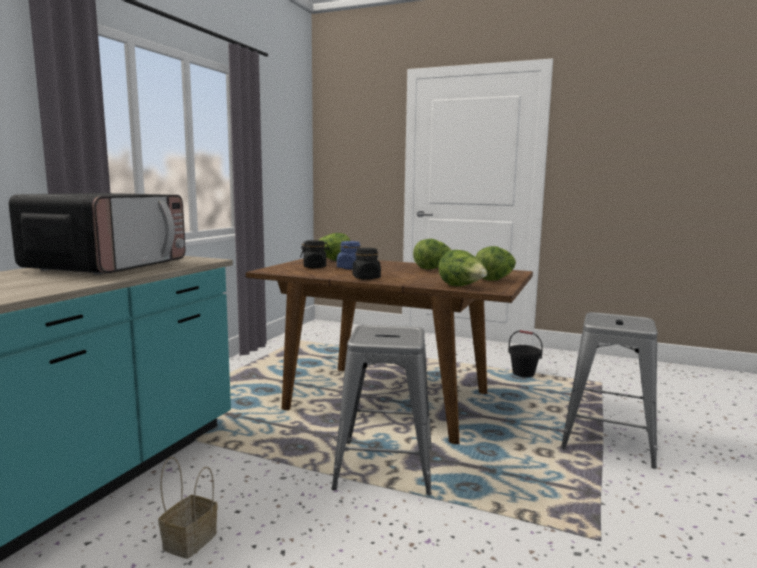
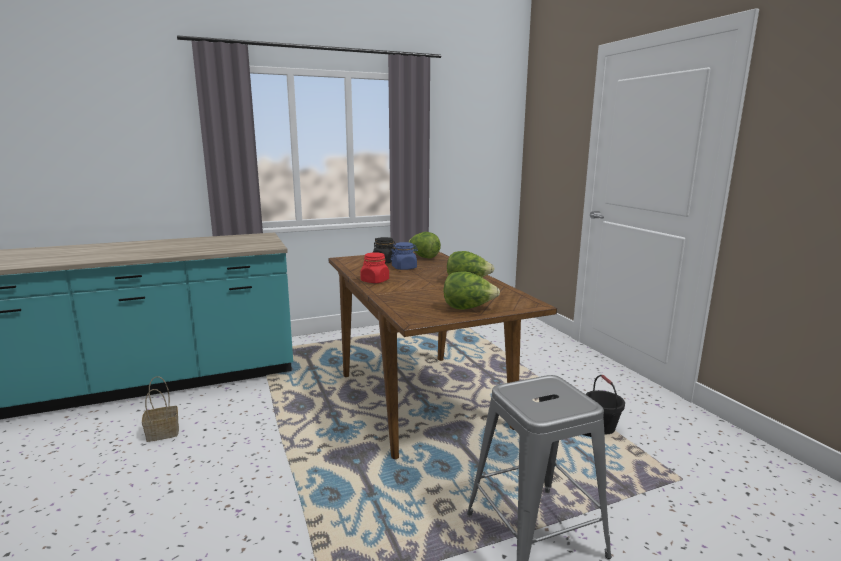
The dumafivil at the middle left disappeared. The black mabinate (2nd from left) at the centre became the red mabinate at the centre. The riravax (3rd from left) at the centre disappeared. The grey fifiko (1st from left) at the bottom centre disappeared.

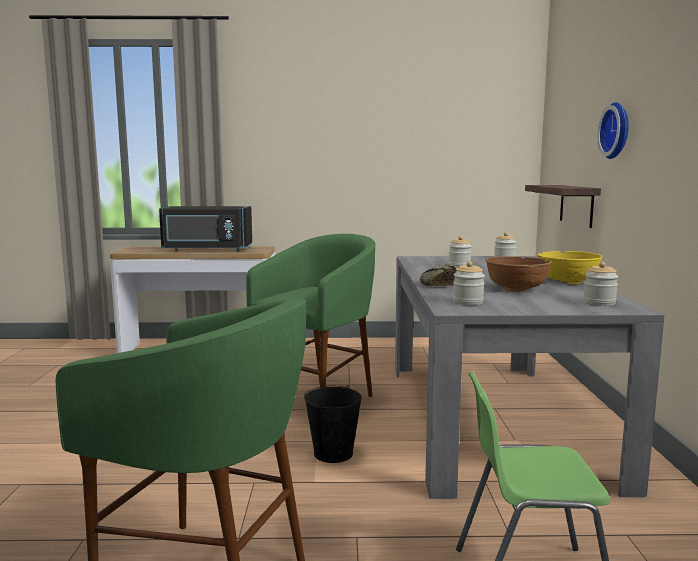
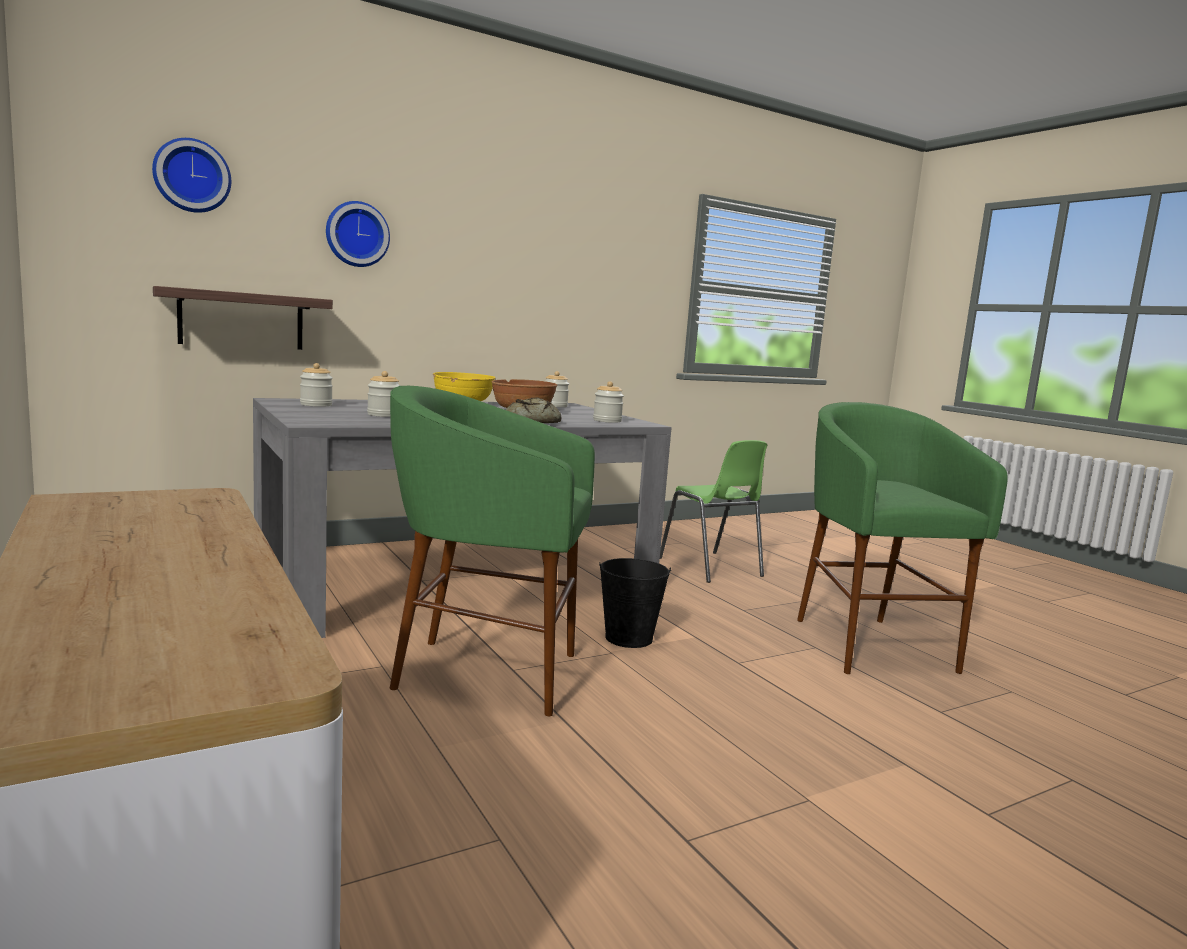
The black dumafivil at the middle left disappeared. The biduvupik (1st from left) at the top left appeared.

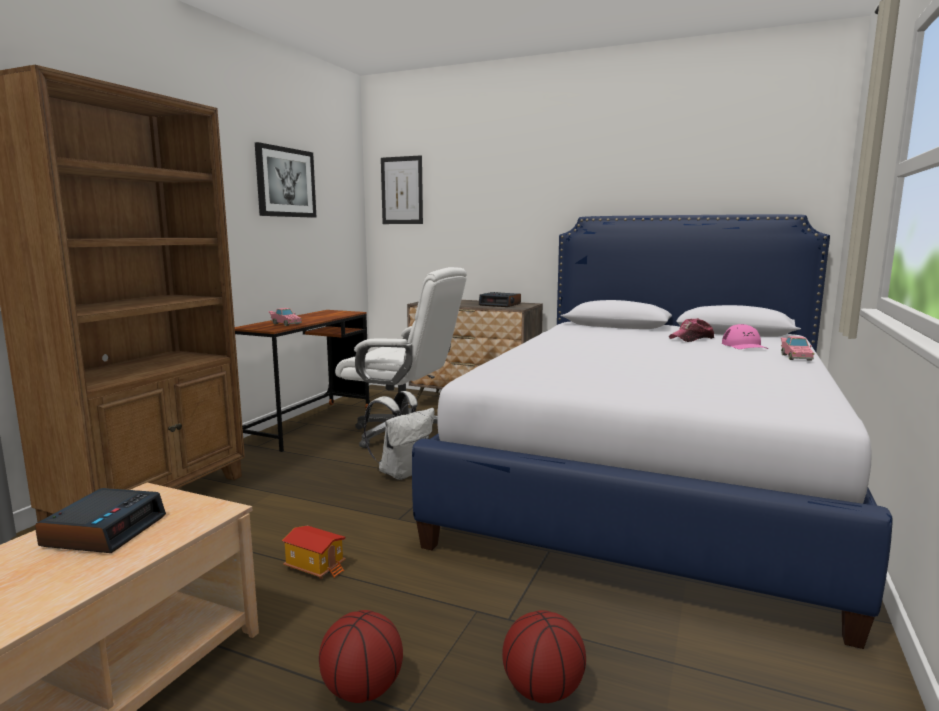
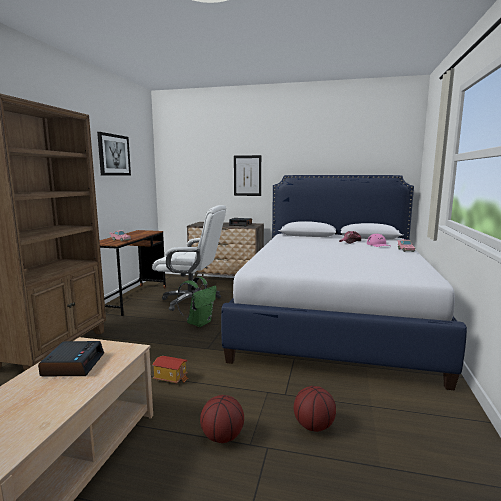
The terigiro (2nd from left) moved from the top centre to the centre. The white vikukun at the centre became the green vikukun at the centre.

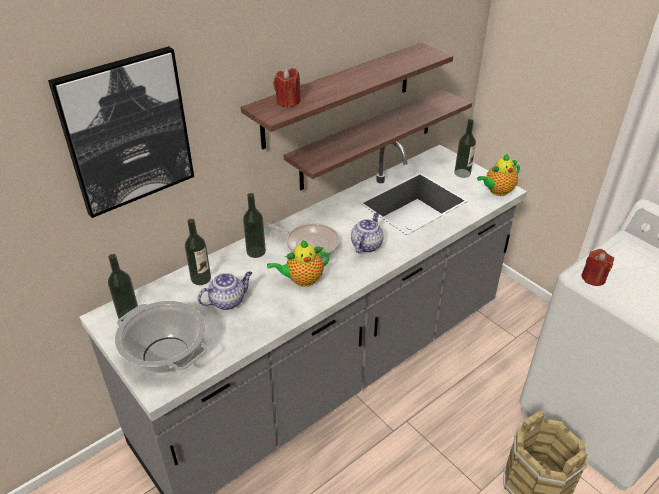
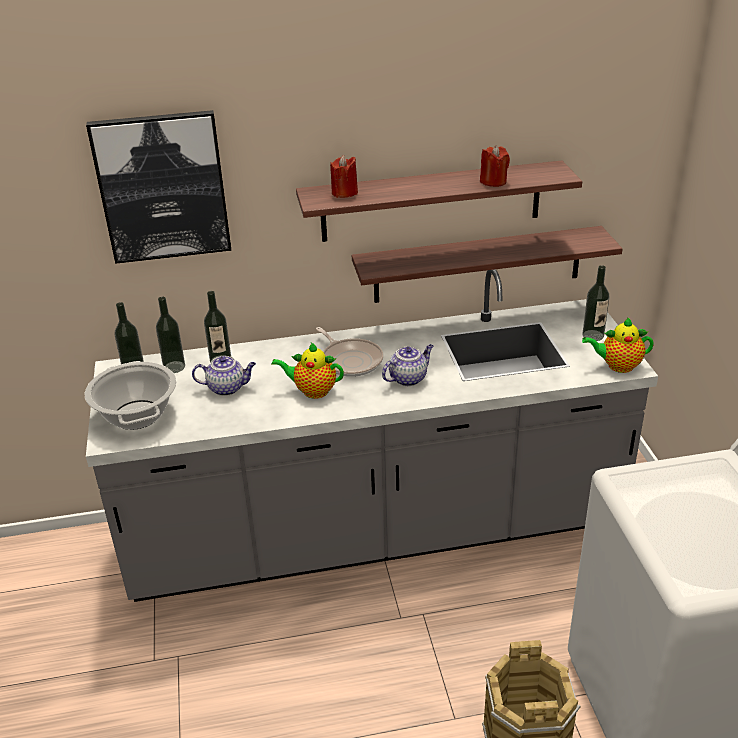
The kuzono (3rd from left in the first image) moved from the centre to the middle left. The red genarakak (2nd from left) moved from the middle right to the top right.

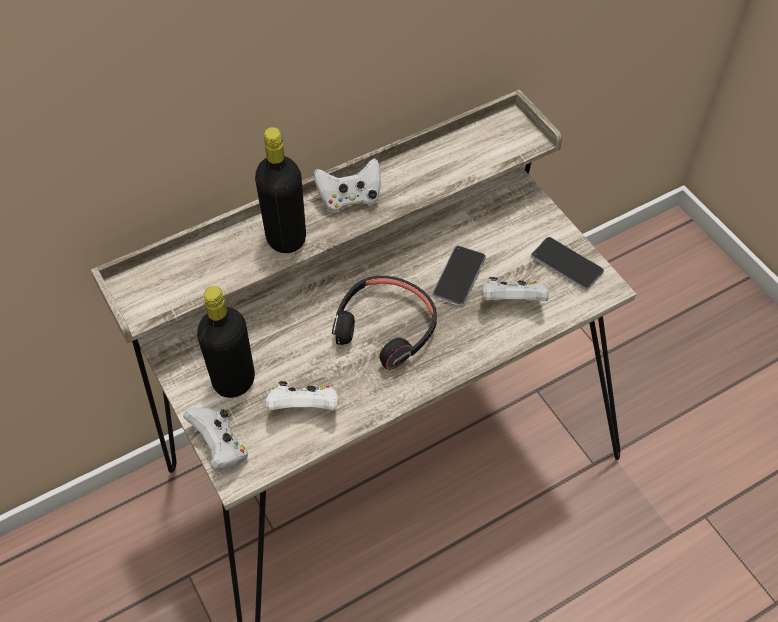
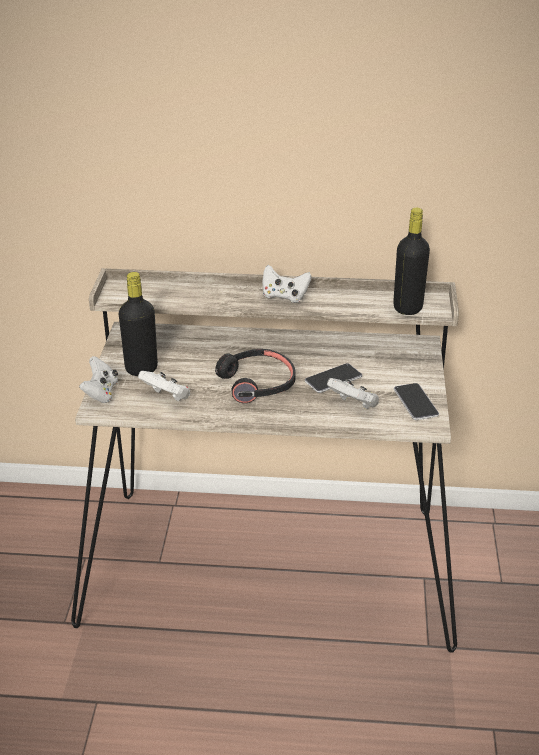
The black kuzono (2nd from left) moved from the top centre to the middle right.

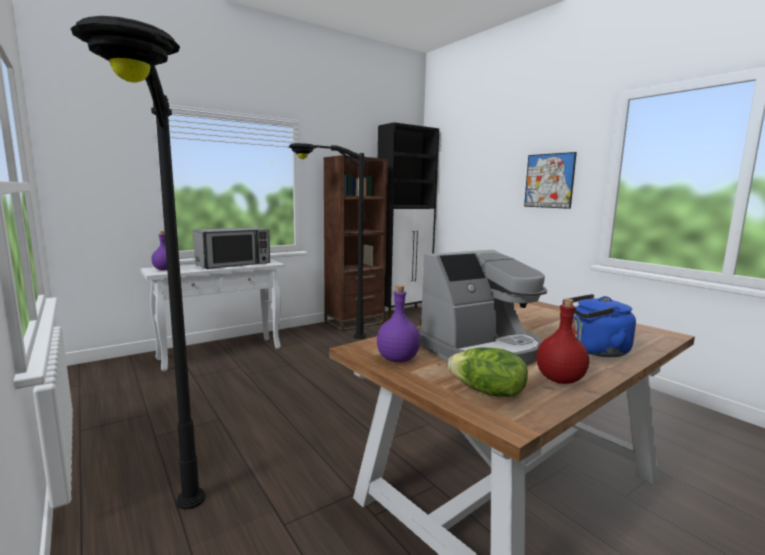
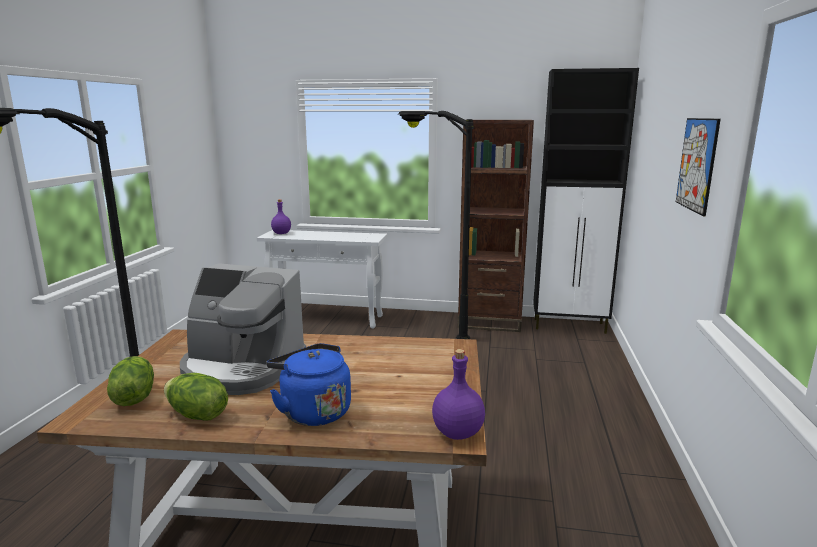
The dumafivil at the middle left disappeared. The purple kuzono (2nd from left) moved from the centre to the bottom centre. The red kuzono at the middle right was replaced by the riravax (2nd from left) at the bottom left.

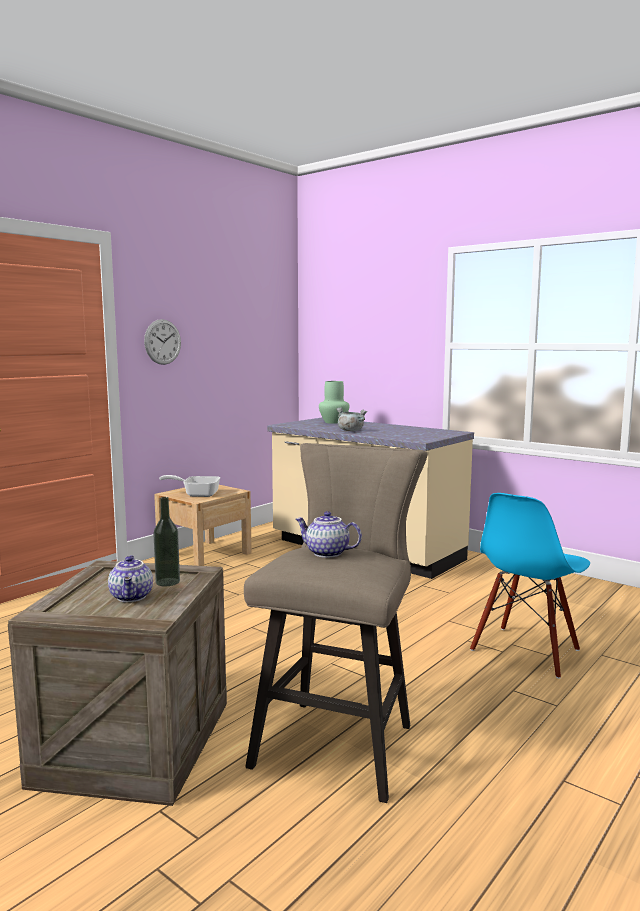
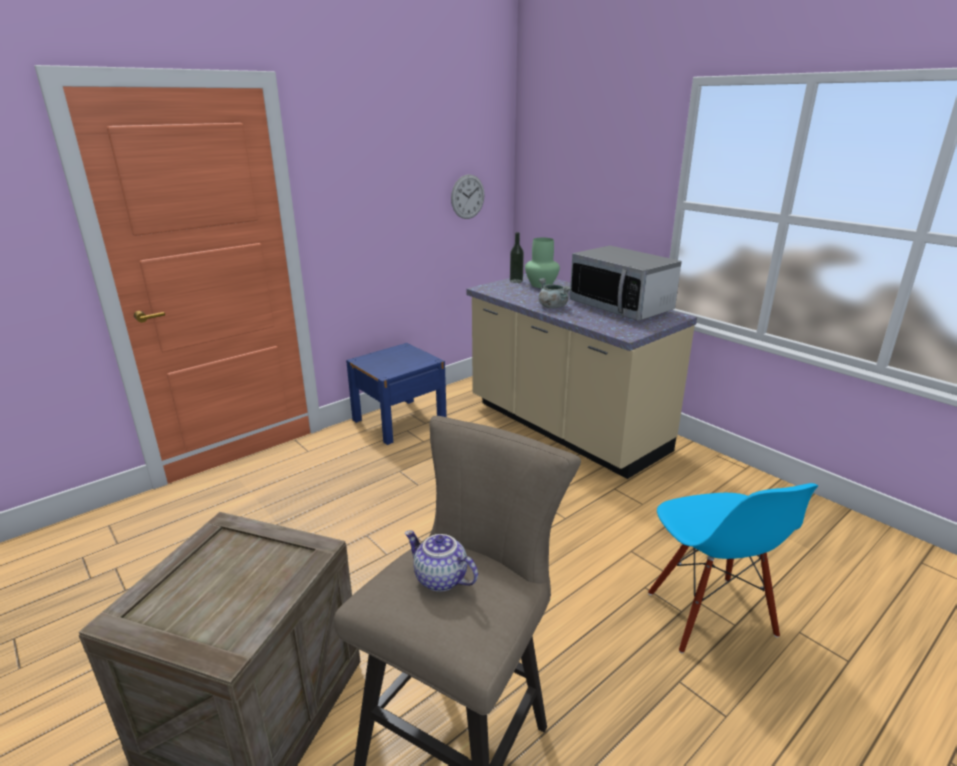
The biduvupik moved from the middle left to the top centre. The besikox at the middle left disappeared. The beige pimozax at the middle left became the blue pimozax at the centre. The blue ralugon at the middle right turned 60 degrees counterclockwise. The kuzono moved from the middle left to the centre. The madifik (1st from left) at the middle left disappeared. The dumafivil at the centre appeared.

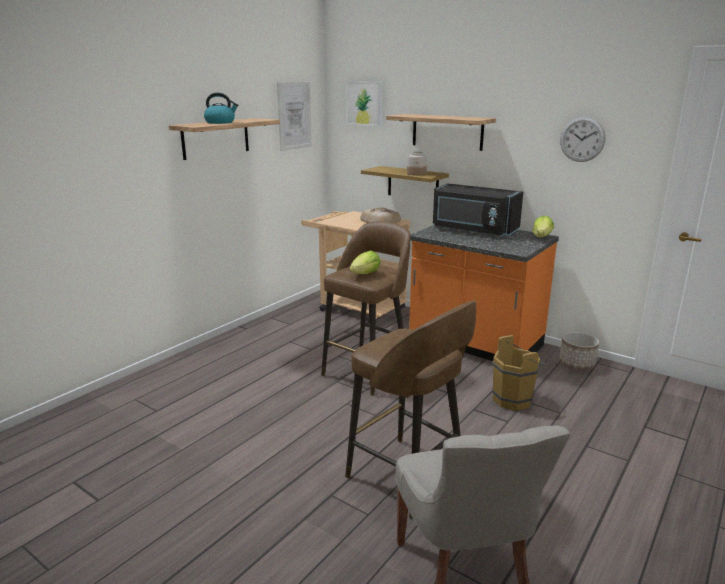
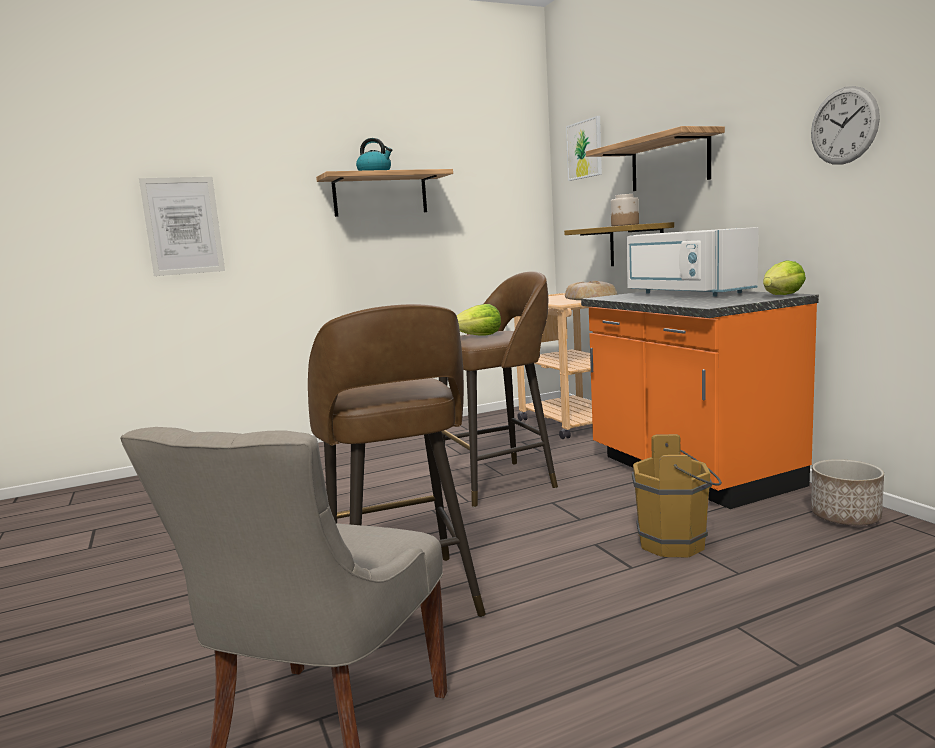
The terigiro (1st from left) moved from the top centre to the top left. The black dumafivil at the centre became the white dumafivil at the middle right.

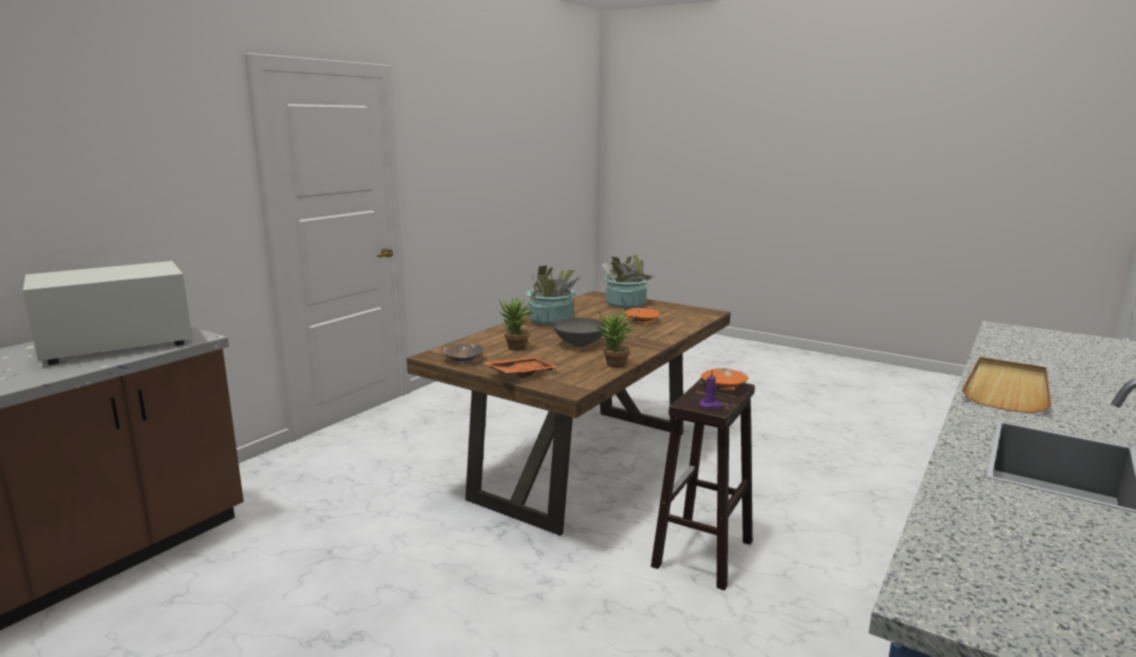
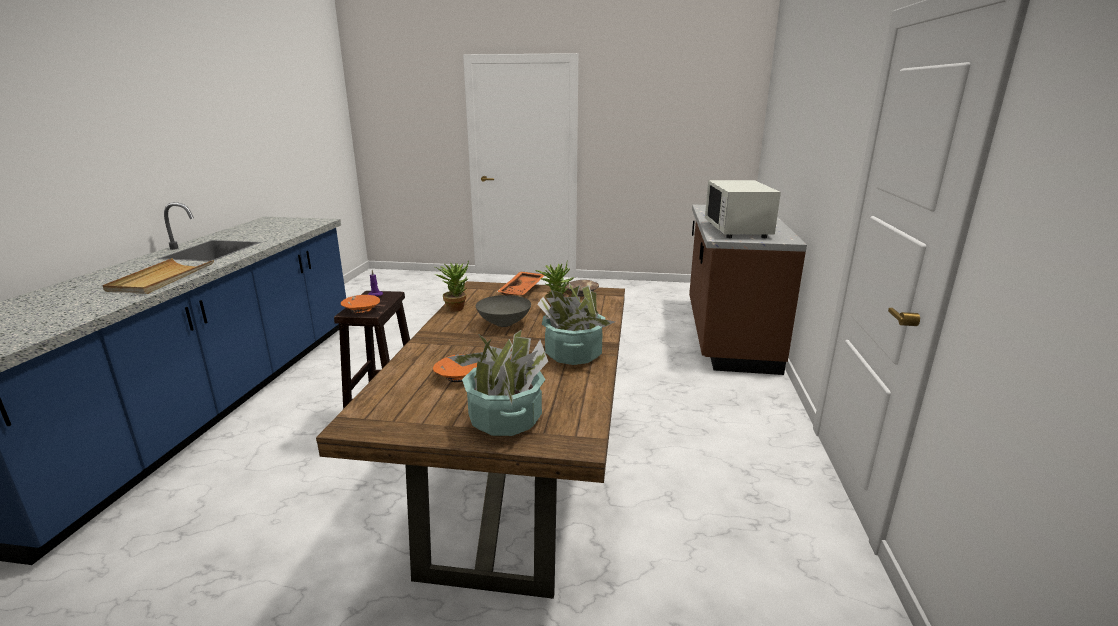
The white dumafivil at the middle left turned 150 degrees clockwise.

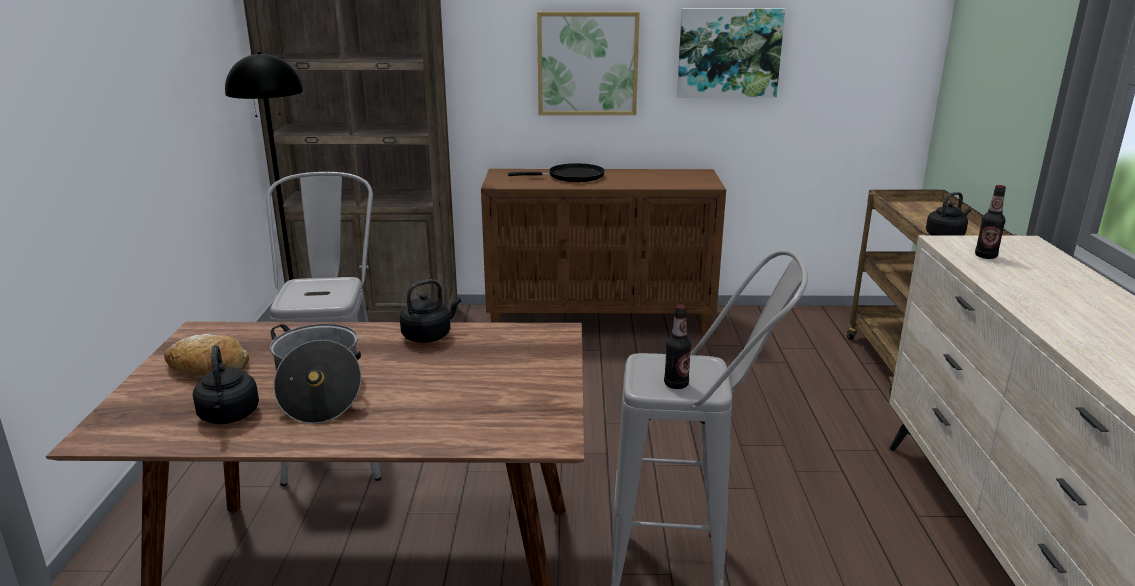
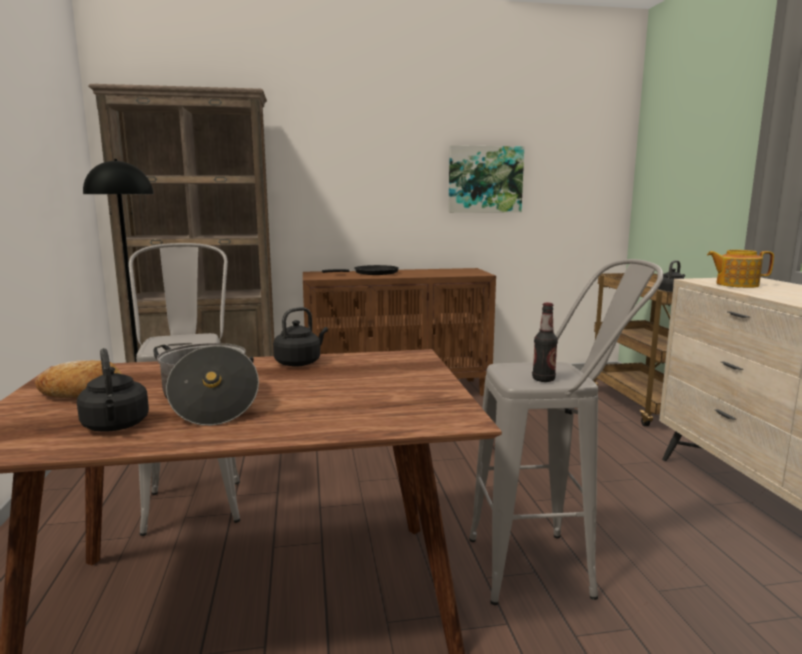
The terigiro (1st from left) at the top centre disappeared. The kuzono (2nd from left) at the middle right was replaced by the madifik at the middle right.

